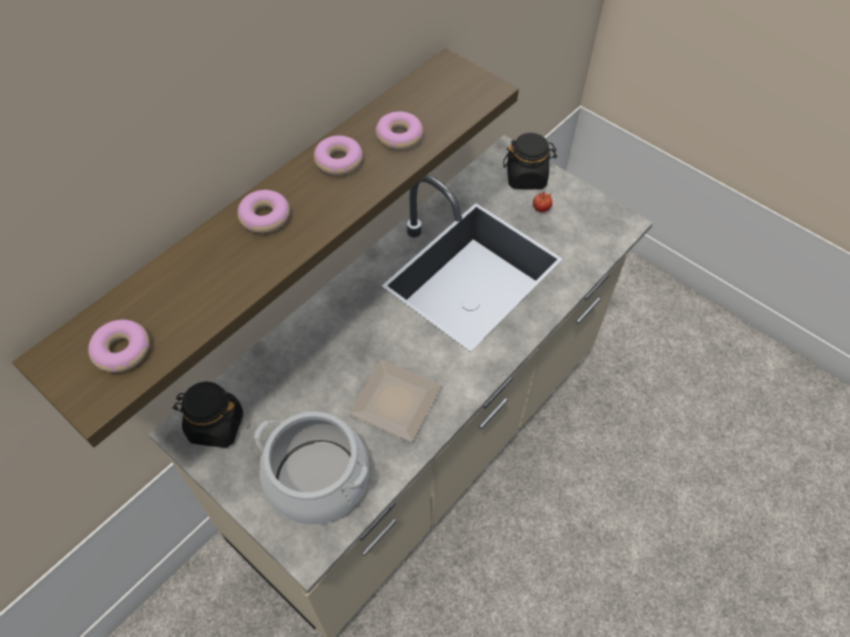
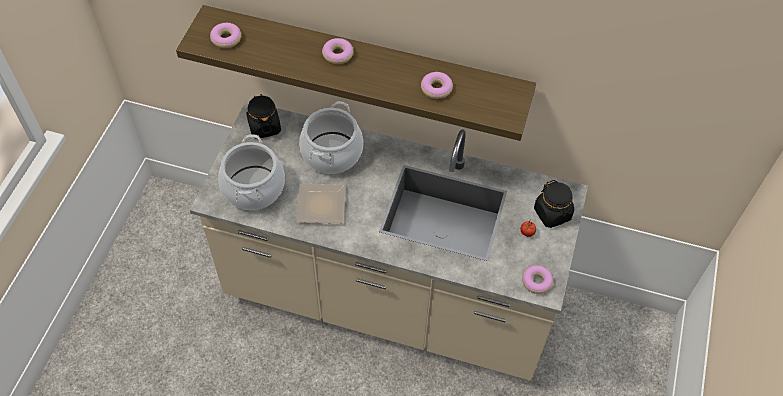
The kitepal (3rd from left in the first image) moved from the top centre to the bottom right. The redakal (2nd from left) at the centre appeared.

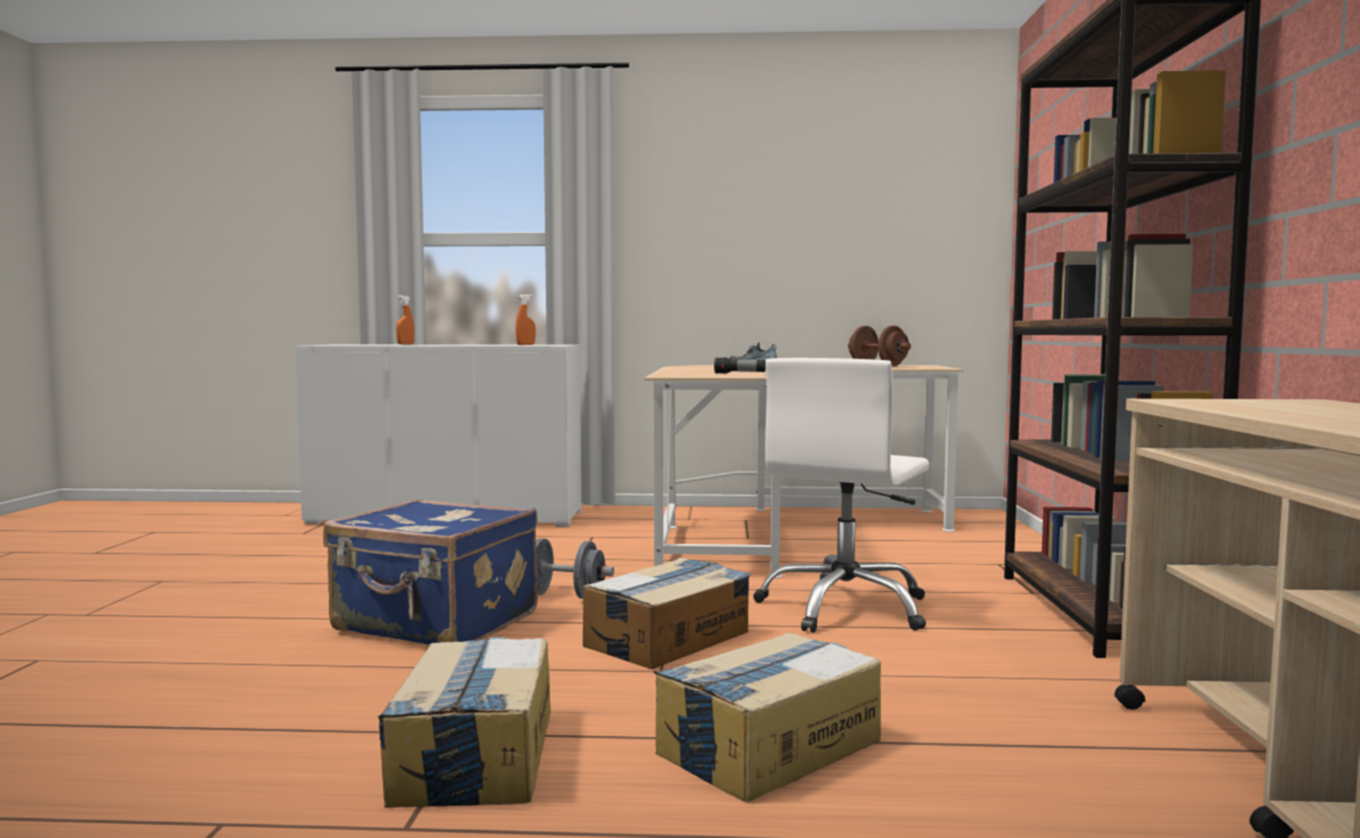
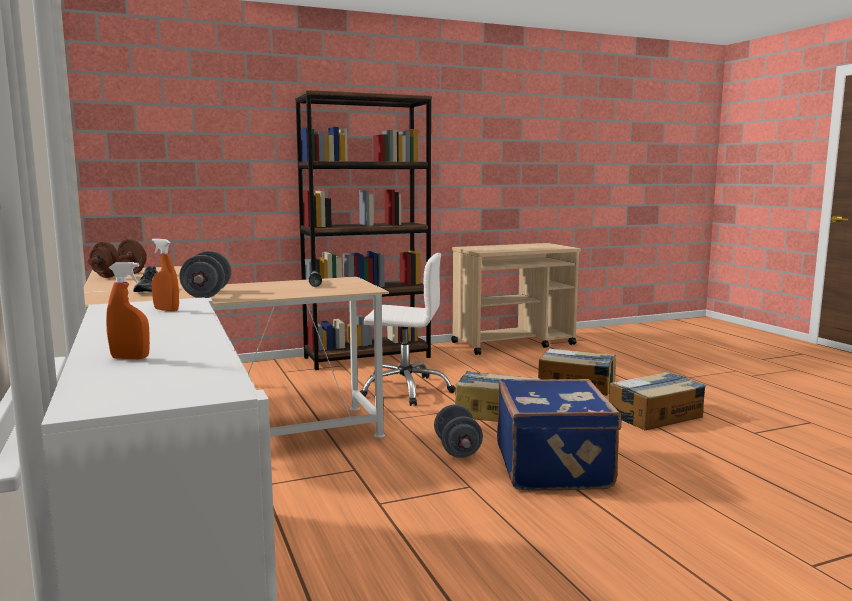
The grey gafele (1st from left) at the middle left appeared.

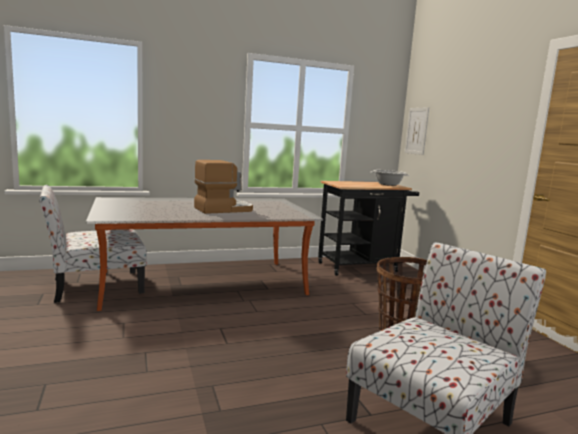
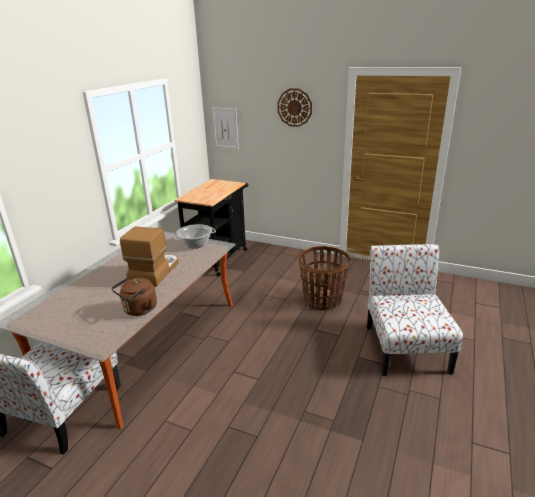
The redakal moved from the middle right to the centre. The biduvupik at the top centre appeared. The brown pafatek at the middle left appeared.

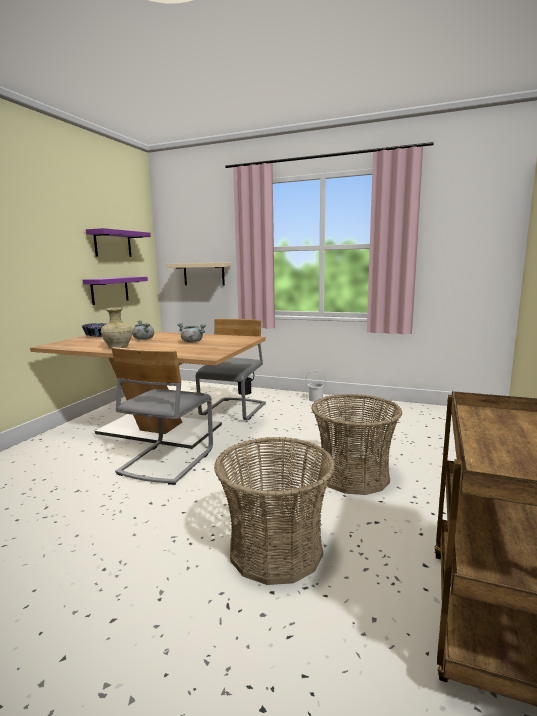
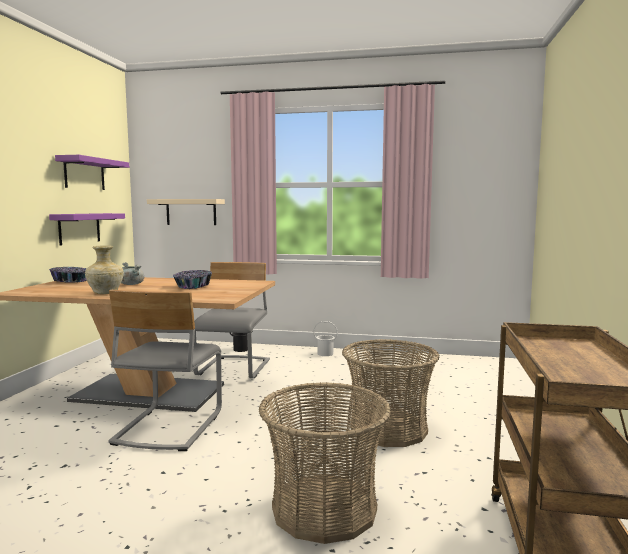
The grey redakal (2nd from left) at the centre was replaced by the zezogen (2nd from left) at the middle left.

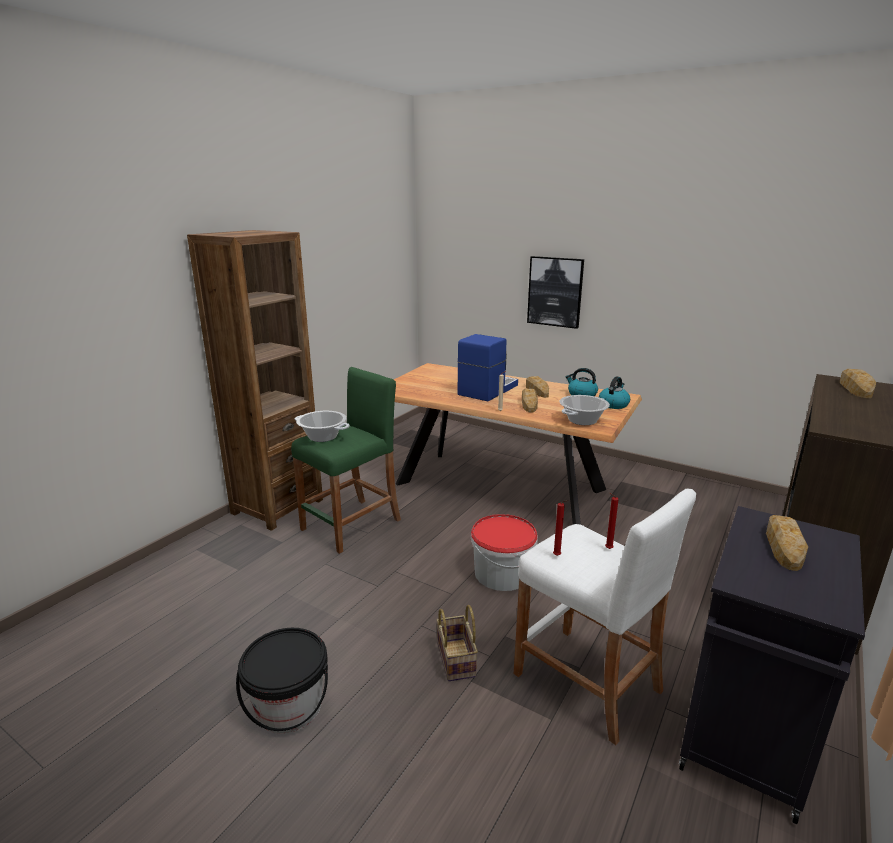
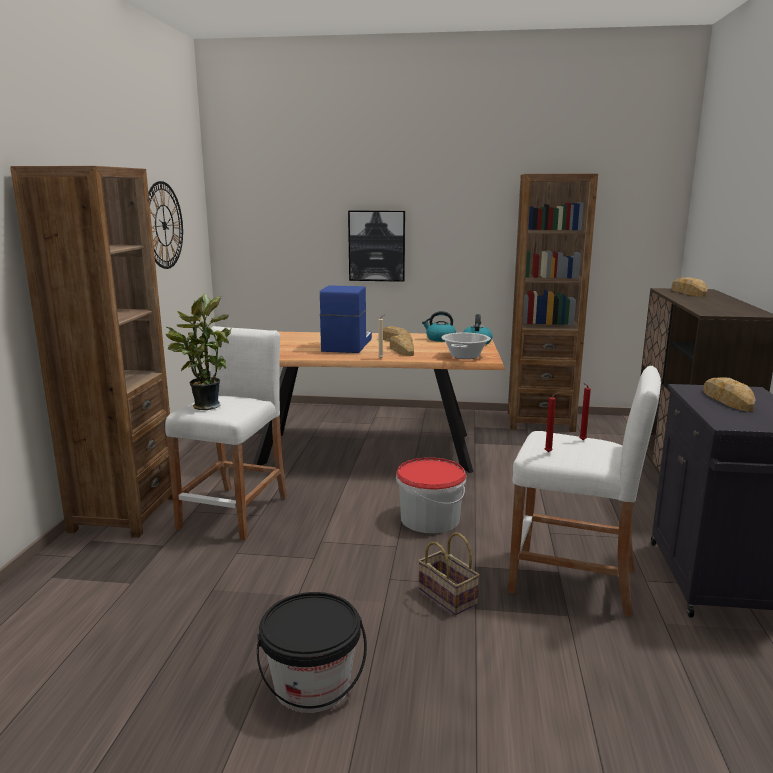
The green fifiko at the centre became the white fifiko (1st from left) at the middle left. The redakal (1st from left) at the centre was replaced by the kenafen at the middle left. The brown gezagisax (2nd from left) at the middle right appeared. The biduvupik at the top left appeared.

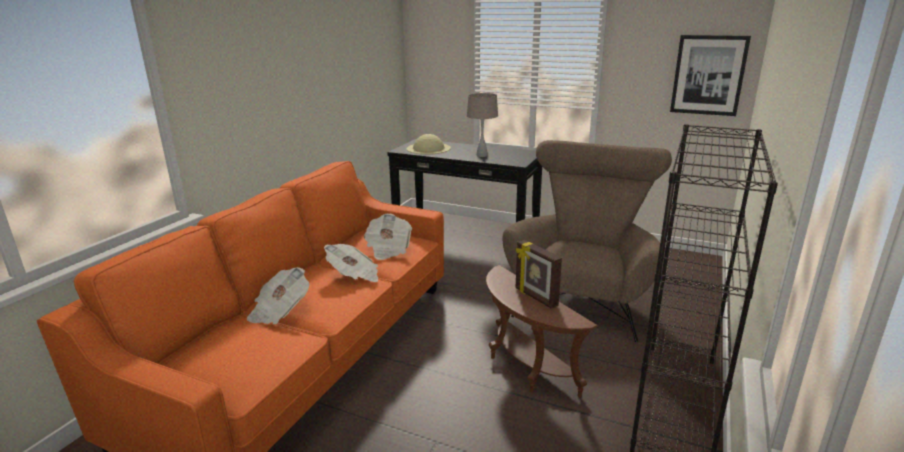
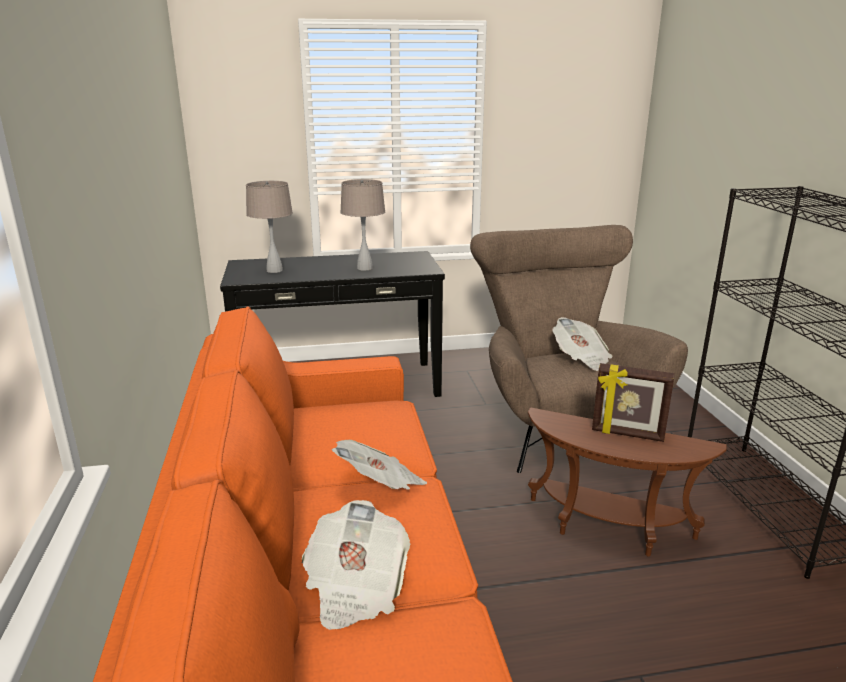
The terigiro at the top right disappeared. The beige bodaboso at the top centre was replaced by the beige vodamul (1st from left) at the top left. The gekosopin (3rd from left) moved from the centre to the middle right.

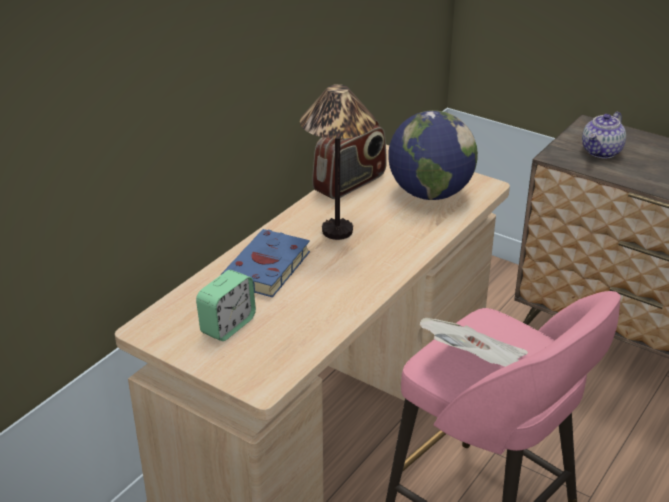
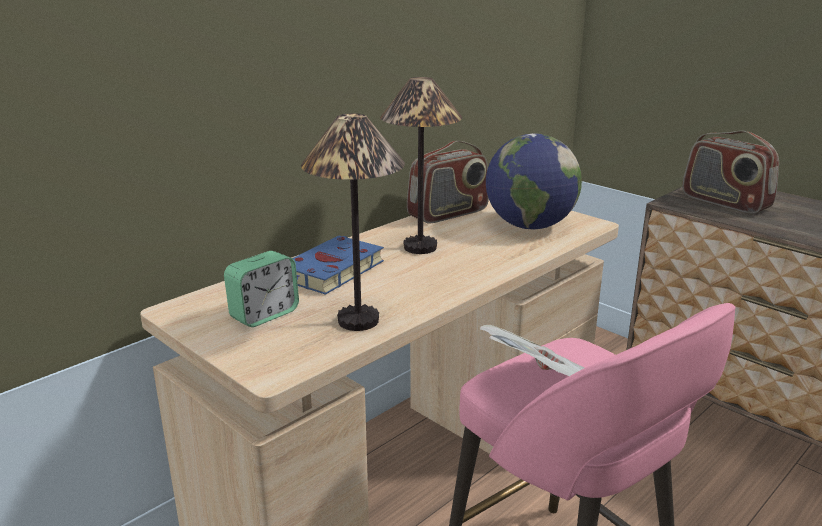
The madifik at the top right was replaced by the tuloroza (2nd from left) at the top right. The vodamul (1st from left) at the centre appeared.

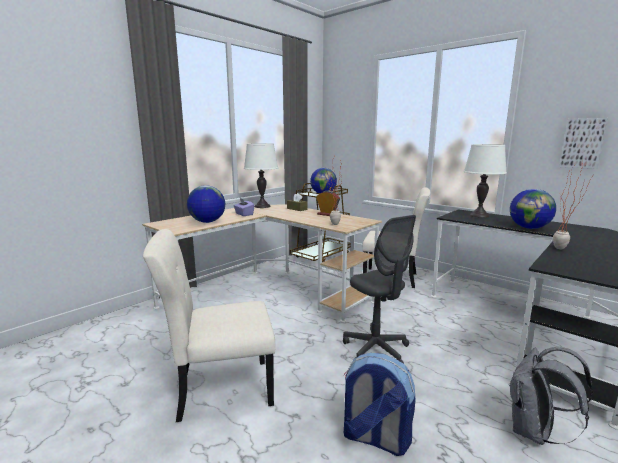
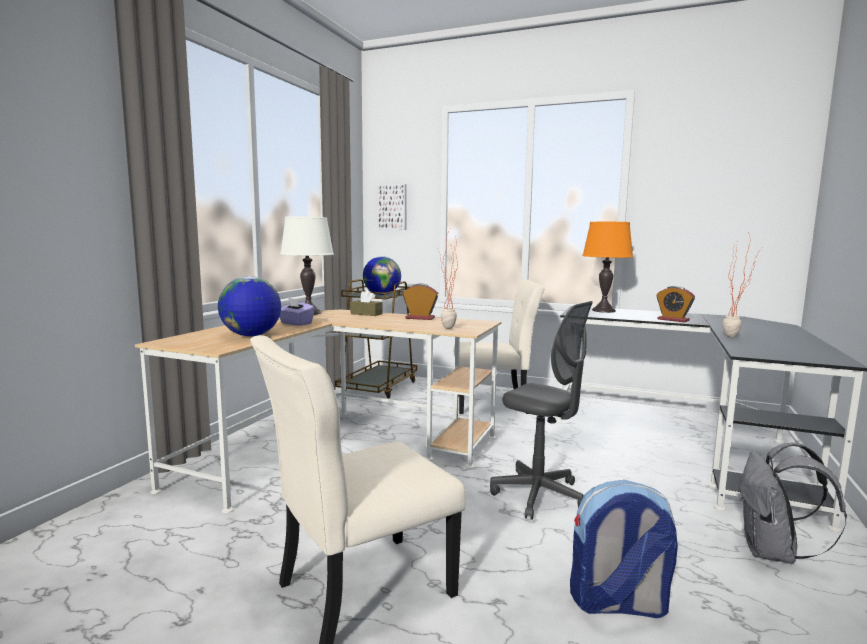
The terigiro moved from the top right to the top centre. The white vodamul (2nd from left) at the middle right became the orange vodamul at the middle right. The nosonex (3rd from left) at the middle right was replaced by the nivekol (2nd from left) at the middle right.

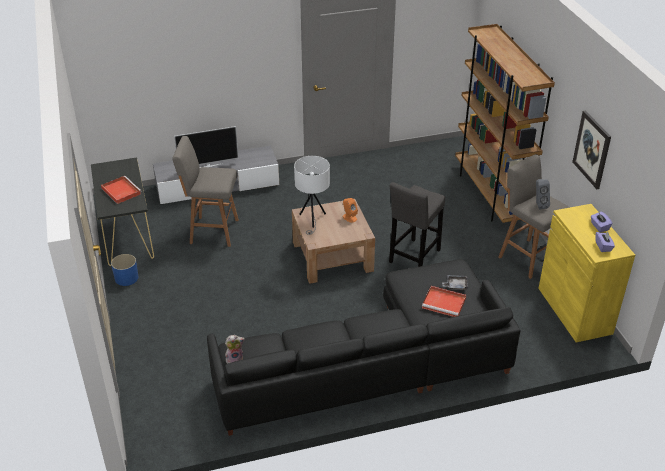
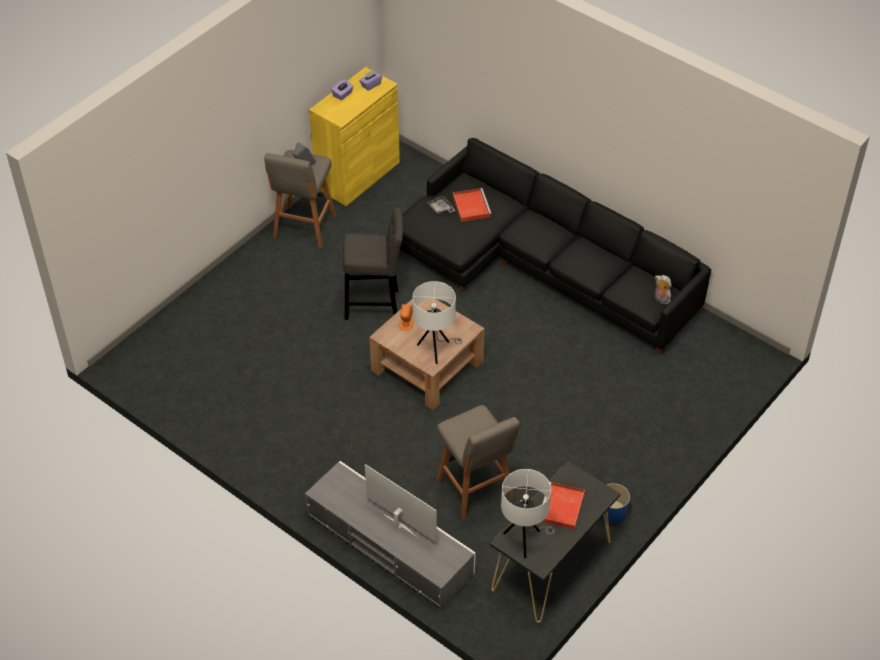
The brown gezagisax at the top right disappeared. The terigiro at the top right disappeared. The white vodamul (2nd from left) at the bottom centre appeared.

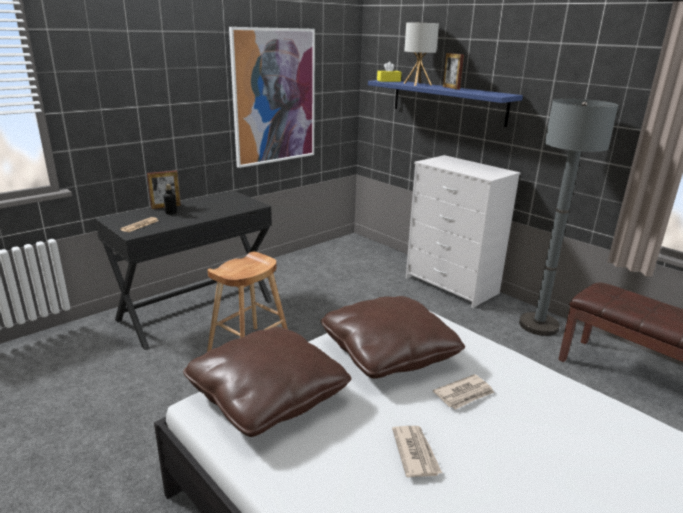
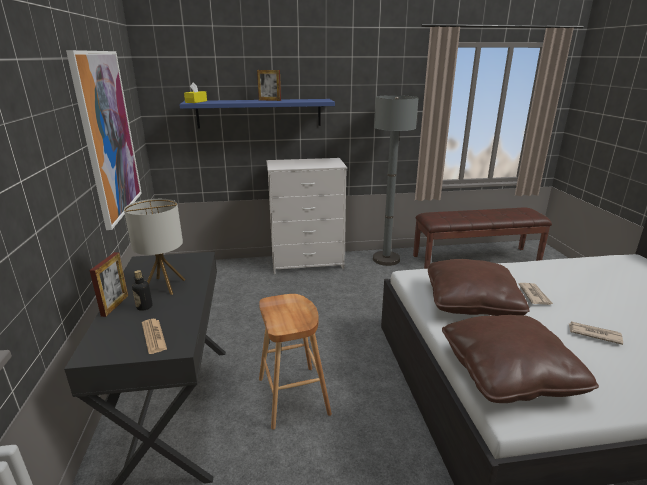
The vodamul moved from the top centre to the middle left.

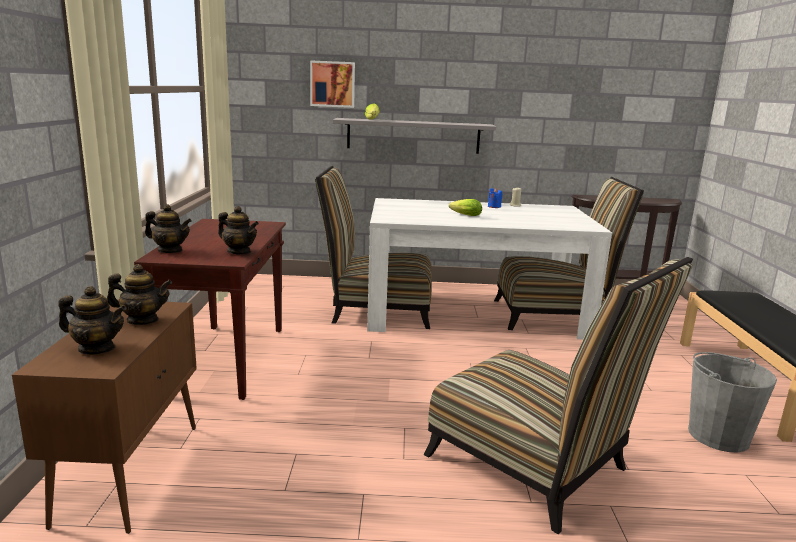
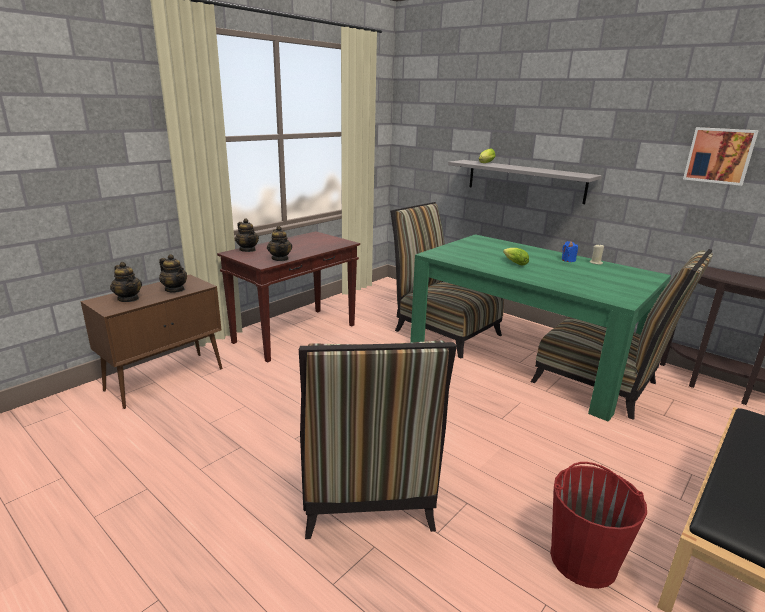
The terigiro moved from the top centre to the top right. The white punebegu at the centre became the green punebegu at the middle right. The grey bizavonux at the bottom right became the red bizavonux at the bottom right.

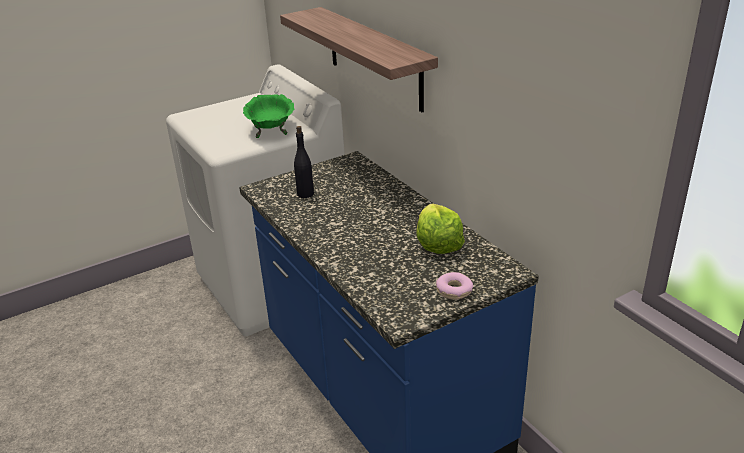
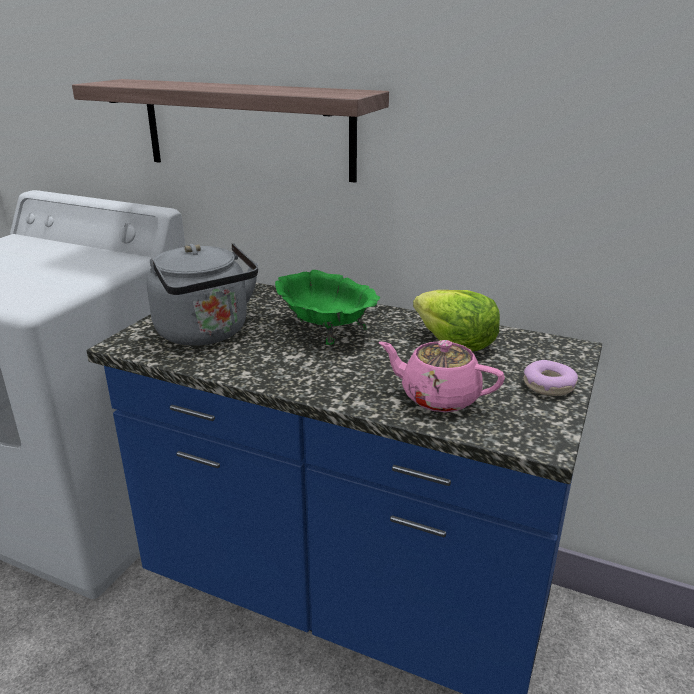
The green zezogen moved from the top centre to the centre. The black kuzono at the centre was replaced by the grey pafatek at the middle left. The pink madifik at the centre appeared.

